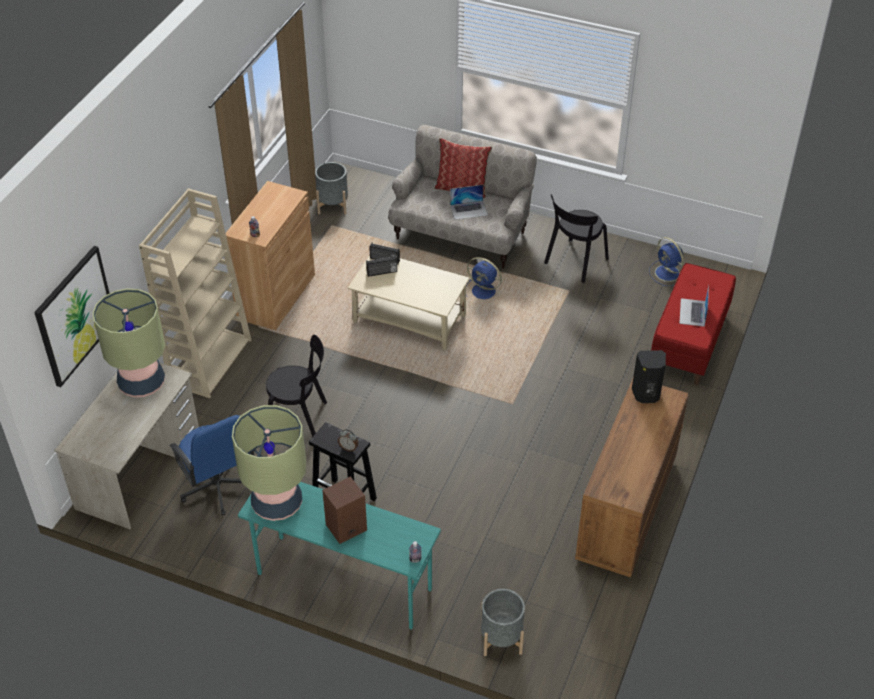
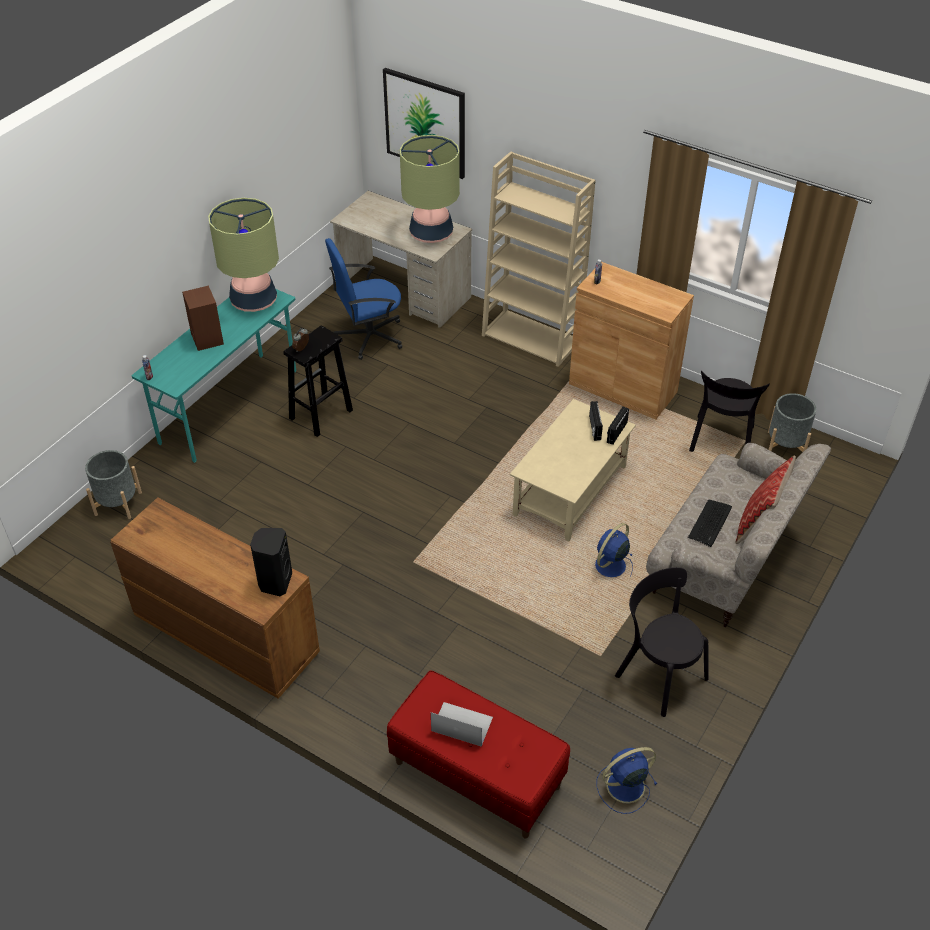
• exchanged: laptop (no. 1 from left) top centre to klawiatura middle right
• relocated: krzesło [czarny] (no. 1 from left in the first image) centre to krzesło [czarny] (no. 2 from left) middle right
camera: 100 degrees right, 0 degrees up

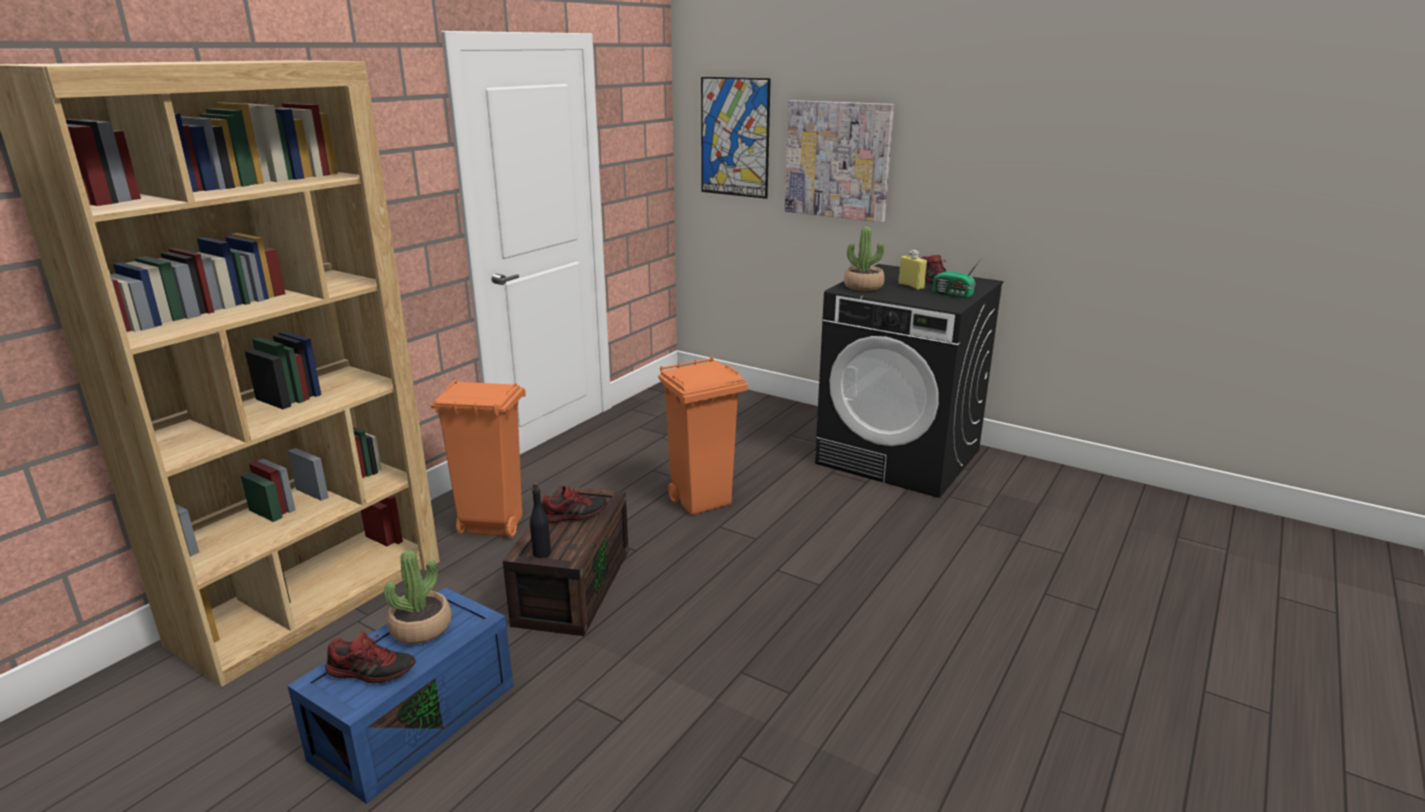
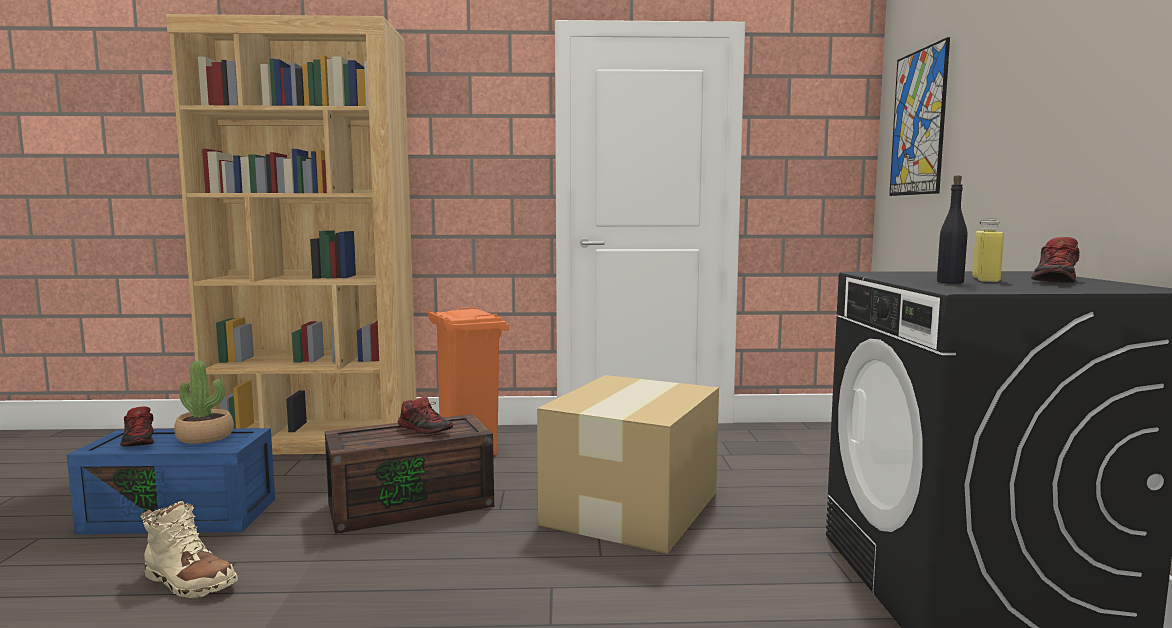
• appeared: but z cholewką [beżowy] bottom left
• exchanged: kosz na śmieci [pomarańczowy] (no. 2 from left) centre to karton bottom centre
• relocated: butelka [czarny] centre to middle right
• missing: obraz (no. 2 from left) top centre
• missing: roślina doniczkowa (no. 2 from left) top centre
• missing: radio middle right
camera: 55 degrees right, 15 degrees down

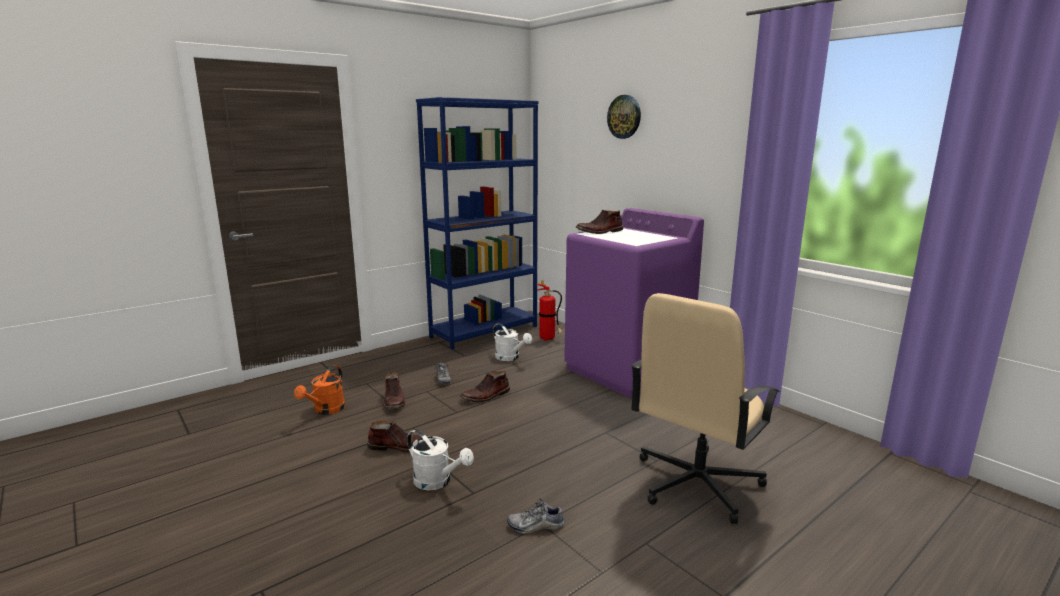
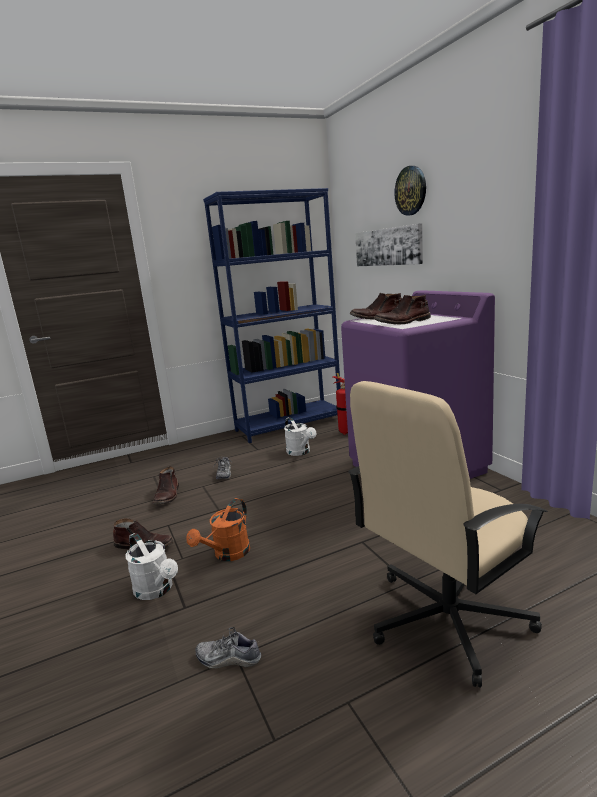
• relocated: konewka [pomarańczowy] middle left to centre
• appeared: obraz top centre
• relocated: but z cholewką [brązowy] (no. 3 from left in the first image) centre to but z cholewką [brązowy] (no. 4 from left) middle right
camera: 15 degrees right, 0 degrees up

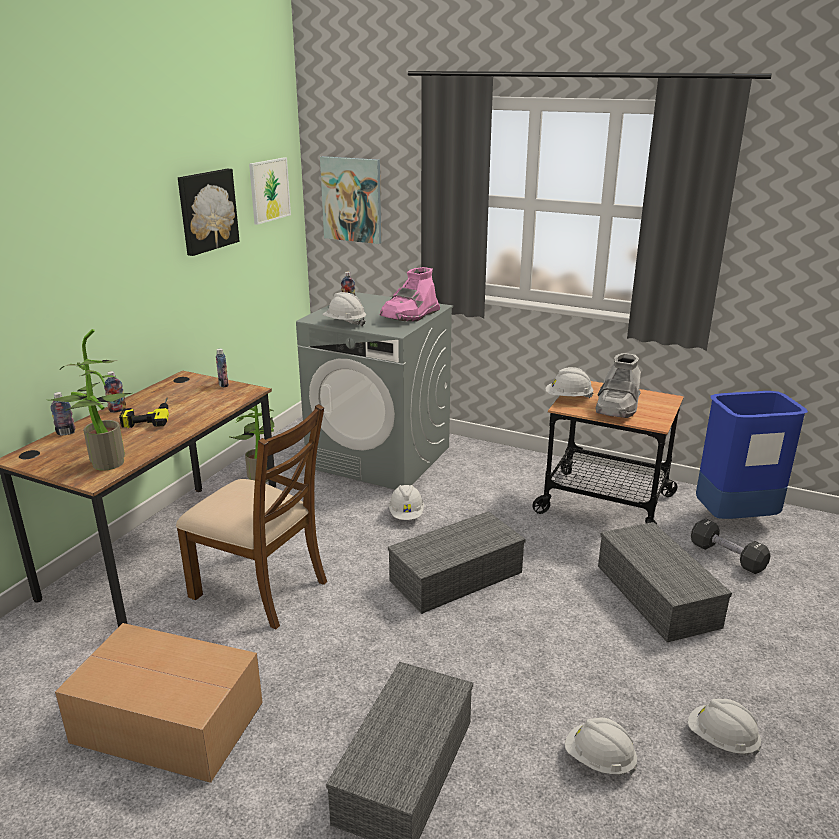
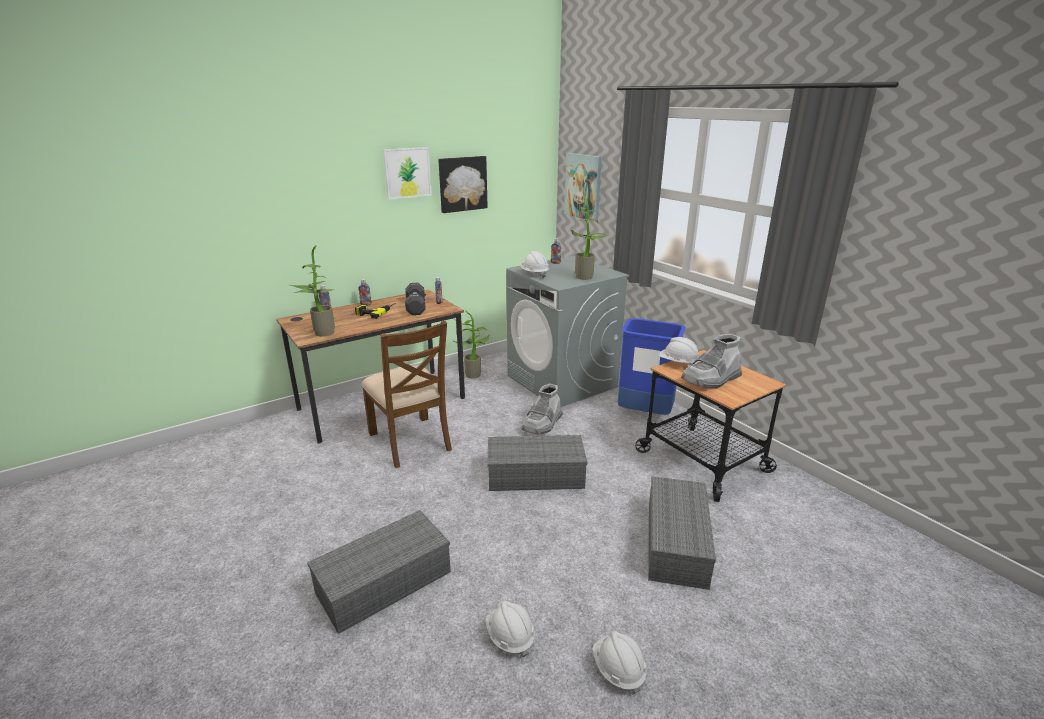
• relocated: obraz (no. 2 from left in the first image) top left to obraz (no. 1 from left) top centre
• relocated: hantel [czarny] middle right to centre
• exchanged: kask [biały] (no. 2 from left) centre to but z cholewką [szary] (no. 1 from left) centre
• exchanged: but z cholewką [różowy] centre to roślina doniczkowa (no. 3 from left) top centre
• relocated: kosz na śmieci [niebieski] middle right to centre
• missing: karton bottom left
camera: 30 degrees right, 0 degrees up

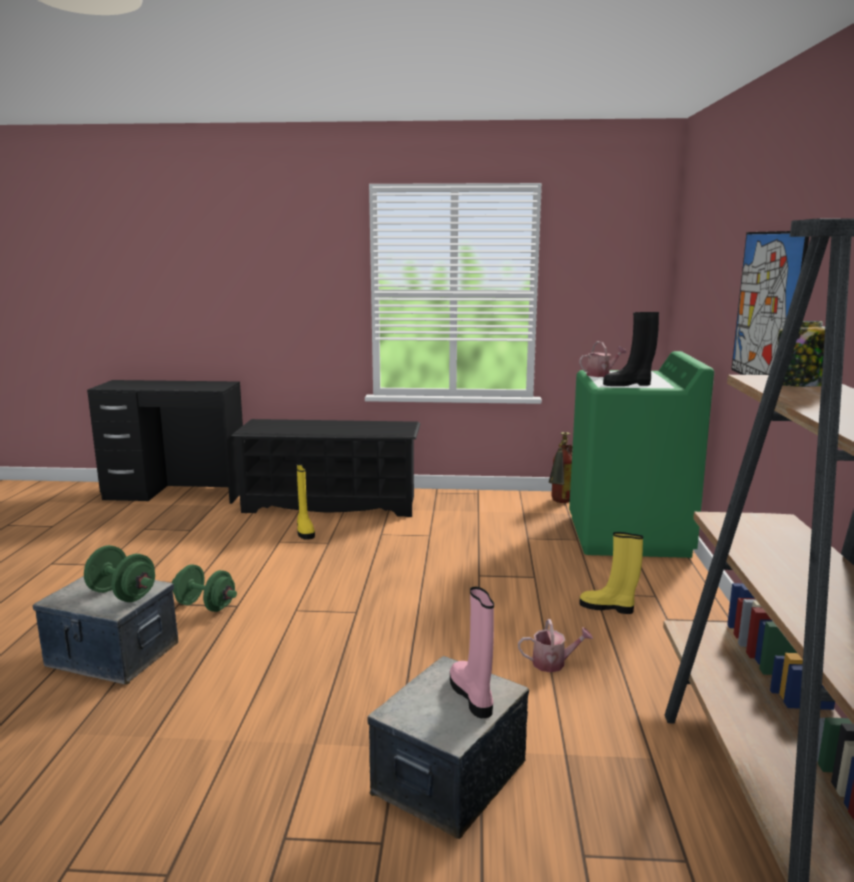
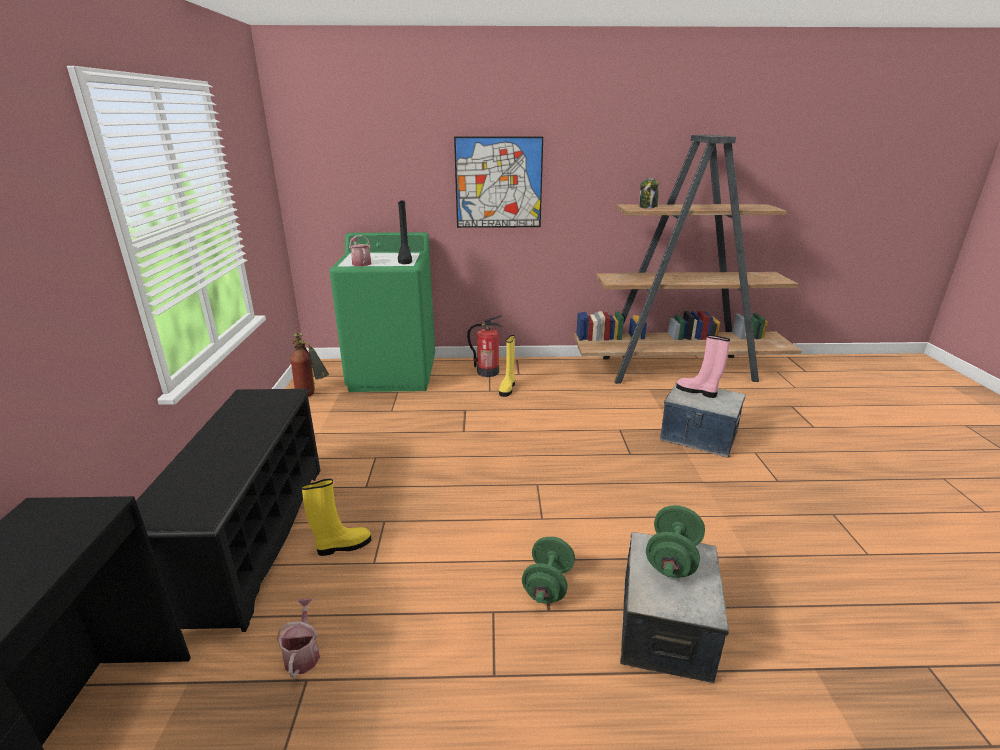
• relocated: konewka (no. 1 from left) bottom centre to bottom left
• appeared: gaśnica (no. 2 from left) centre
• spun: but z cholewką [różowy] bottom centre = middle right 60 degrees clockwise
camera: 95 degrees left, 10 degrees up

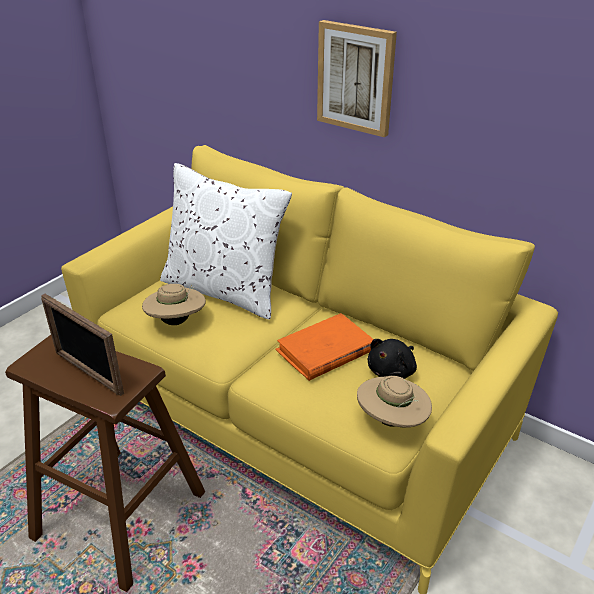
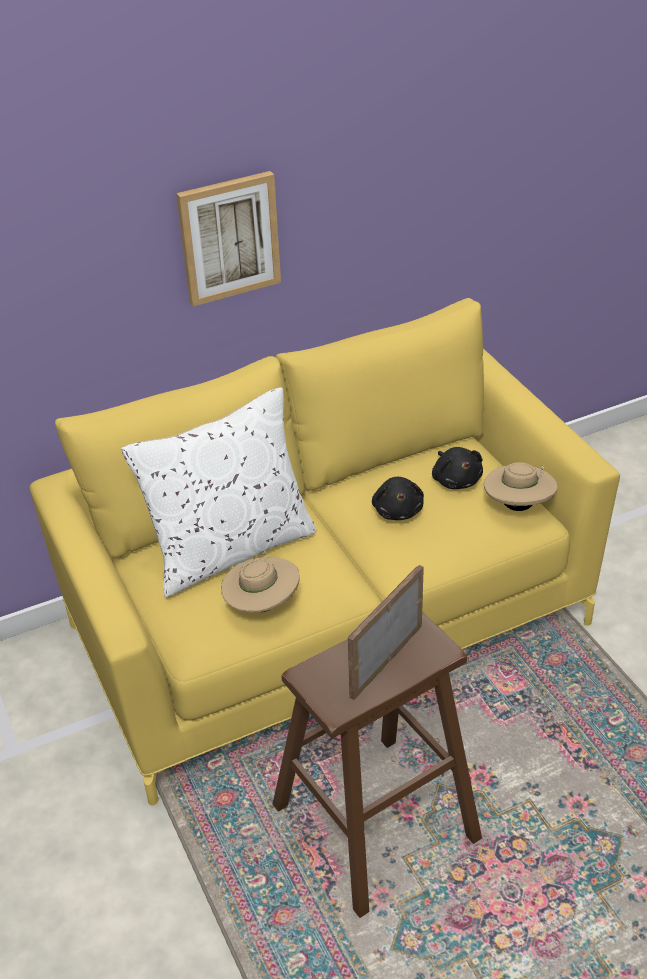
• spun: ramka na zdjęcie middle left = centre 150 degrees clockwise
• exchanged: książka [pomarańczowy] centre to pluszak [czarny] (no. 1 from left) centre
camera: 60 degrees left, 5 degrees up

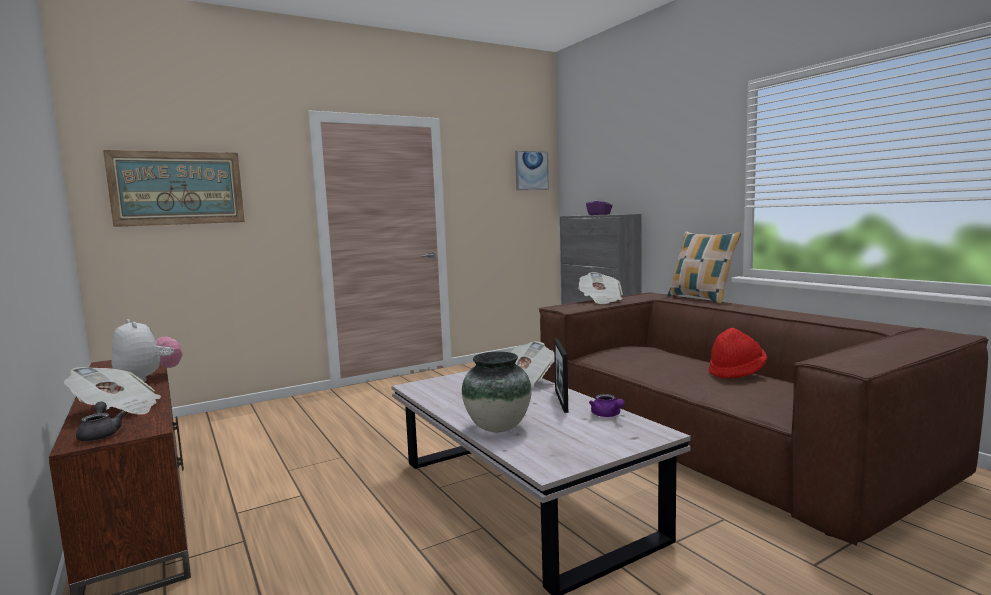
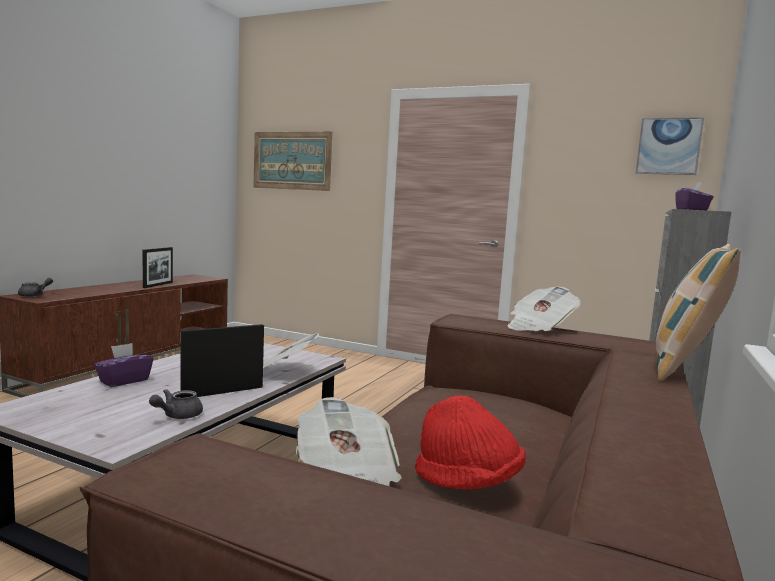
• exchanged: wazon centre to pudełko chusteczek [fioletowy] (no. 1 from left) middle left
• exchanged: pluszak middle left to ramka na zdjęcie (no. 1 from left) middle left
• colour: imbryk [fioletowy] bottom centre to imbryk [szary] (no. 2 from left) bottom left
• relocated: gazeta (no. 1 from left in the first image) middle left to gazeta (no. 2 from left) bottom centre
camera: 55 degrees right, 0 degrees up

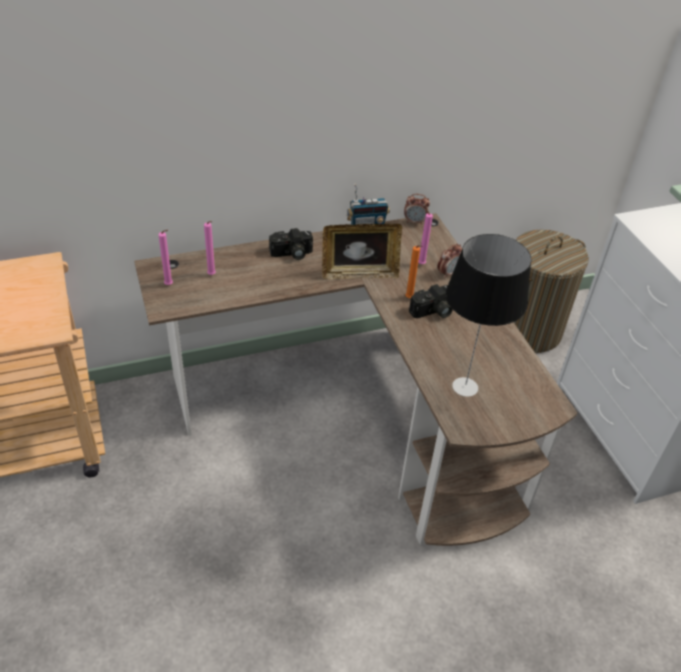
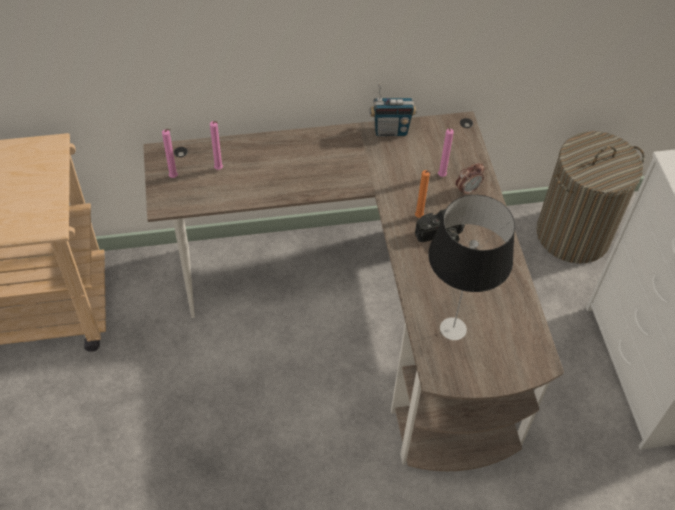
• missing: aparat fotograficzny (no. 1 from left) centre
• missing: ramka na zdjęcie centre
• missing: budzik (no. 1 from left) top centre
camera: 10 degrees right, 10 degrees up

